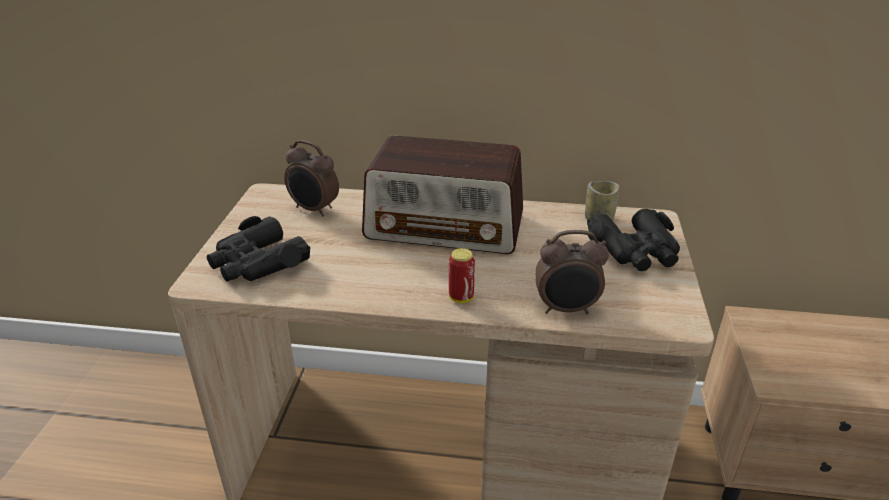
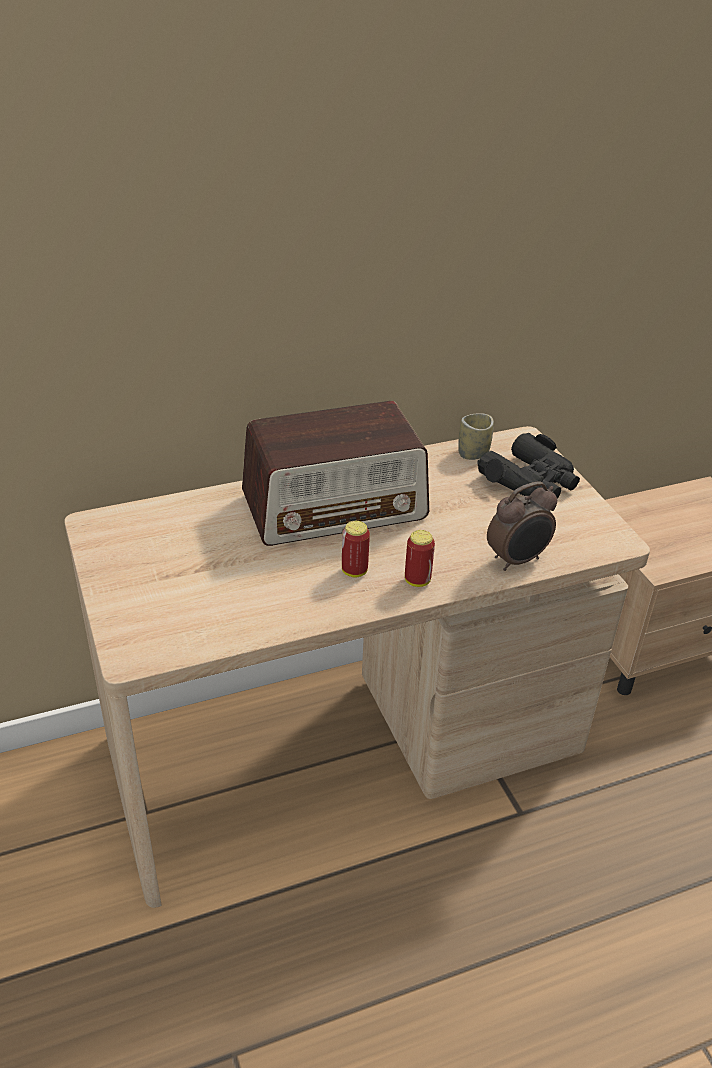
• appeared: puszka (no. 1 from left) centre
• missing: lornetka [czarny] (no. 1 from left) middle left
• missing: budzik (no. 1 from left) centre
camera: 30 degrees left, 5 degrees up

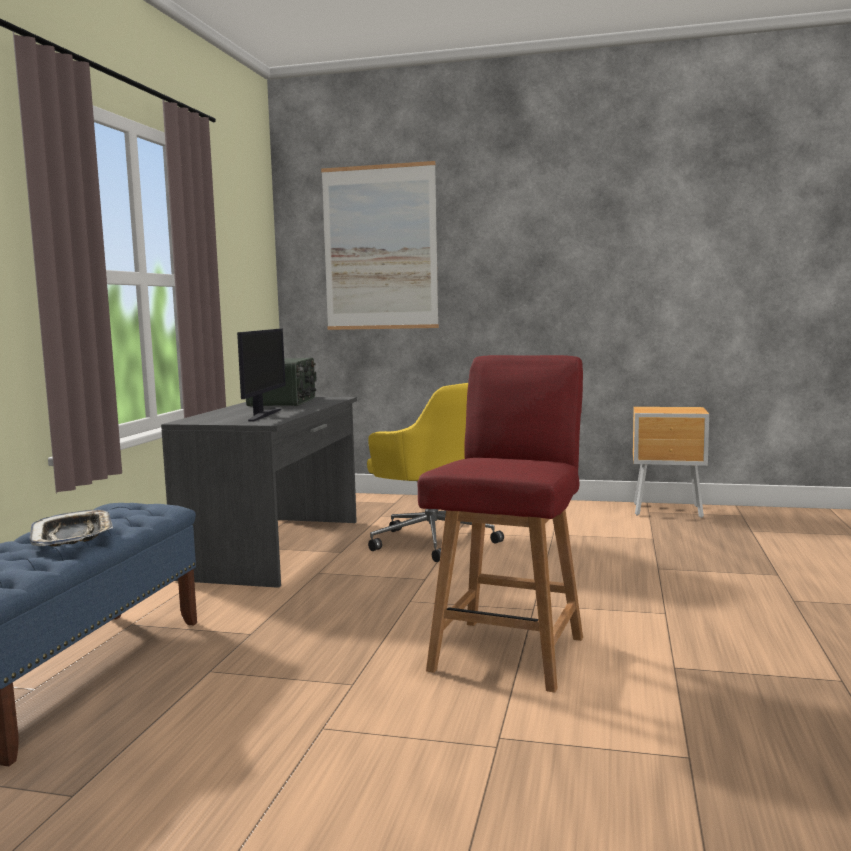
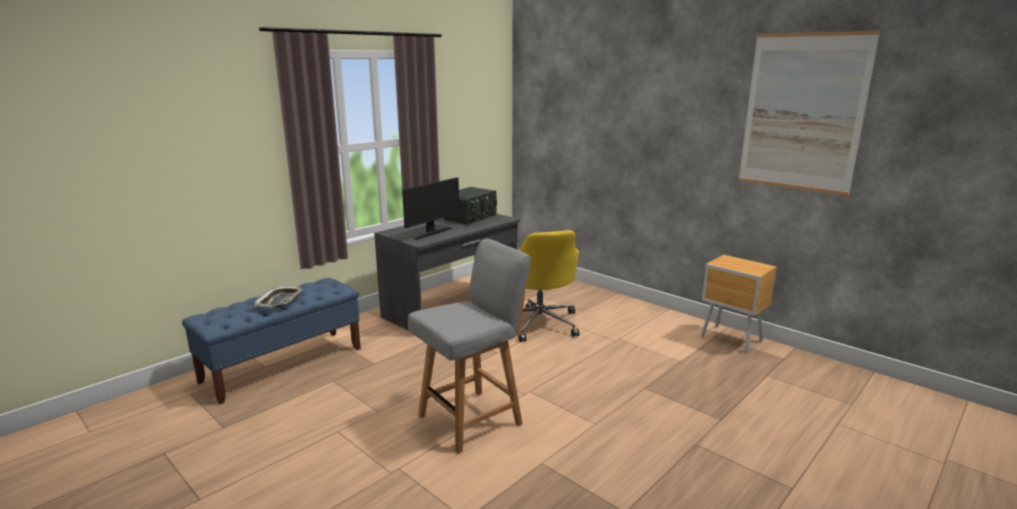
• colour: krzesło [czerwony] centre to krzesło [szary] bottom centre
• relocated: obraz top centre to top right
camera: 30 degrees right, 10 degrees up

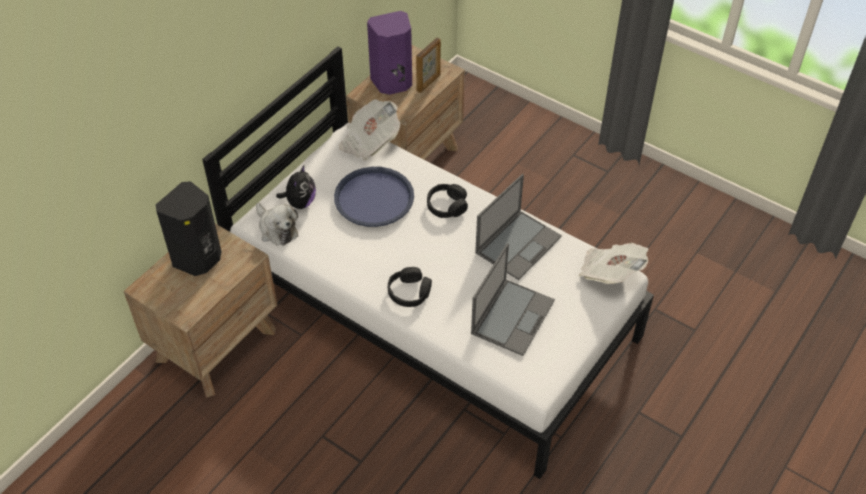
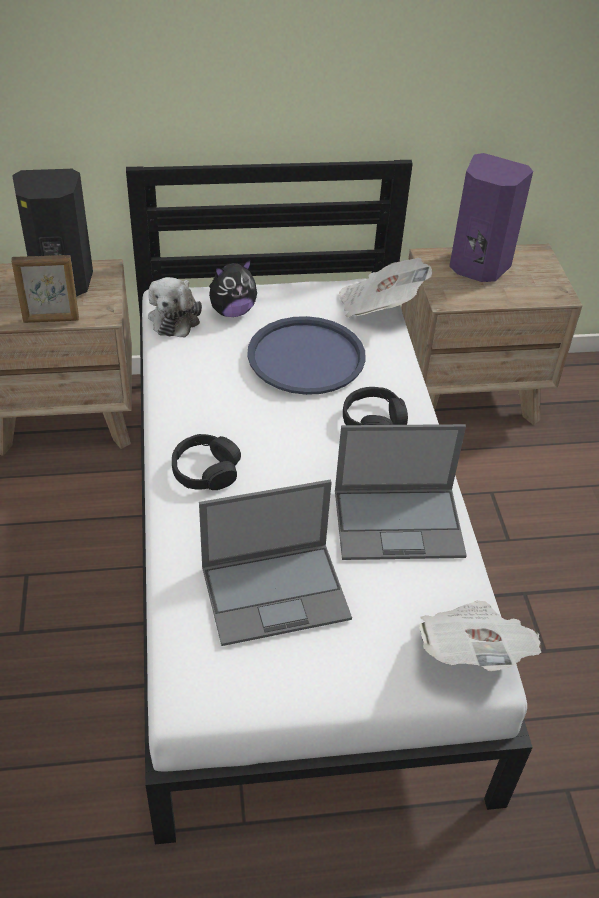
• relocated: ramka na zdjęcie top centre to top left
camera: 45 degrees right, 5 degrees down

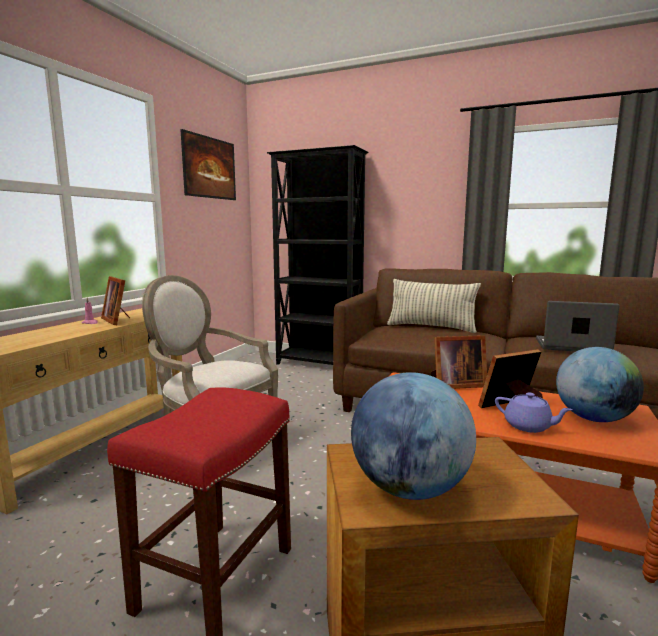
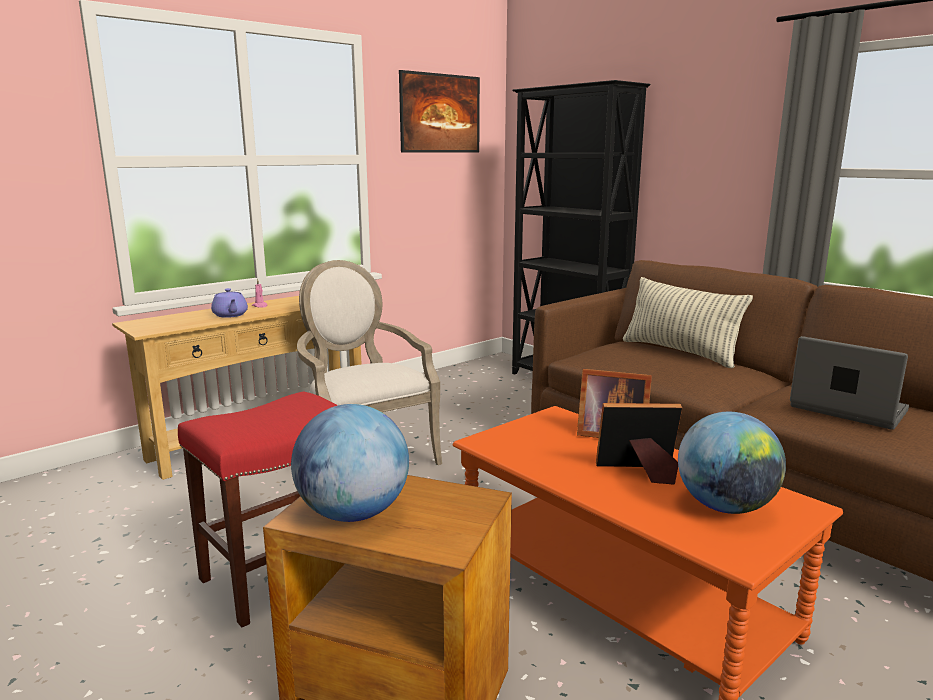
• relocated: imbryk [fioletowy] middle right to middle left
• missing: ramka na zdjęcie (no. 1 from left) middle left
camera: 25 degrees right, 5 degrees up

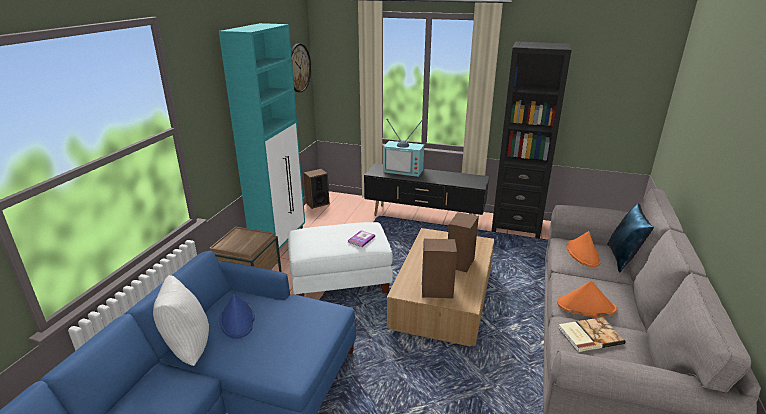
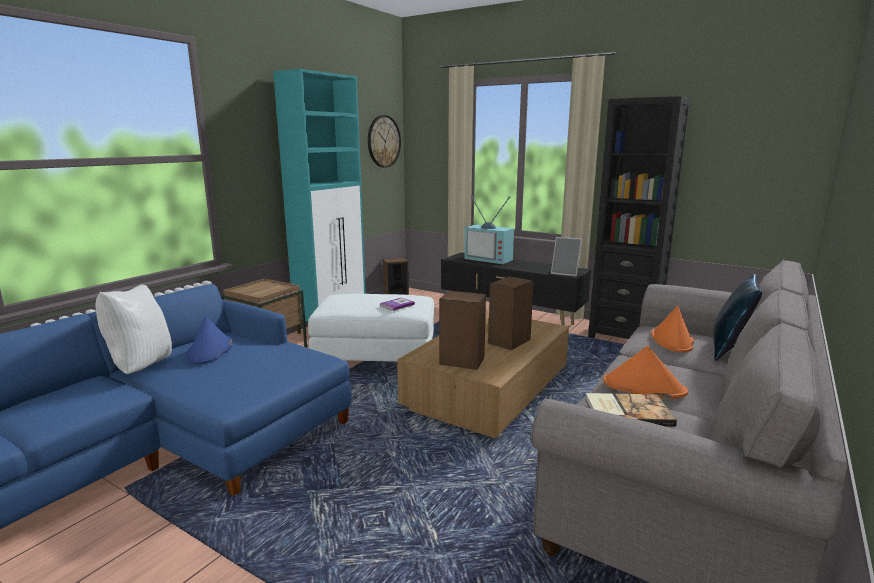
• appeared: ramka na zdjęcie centre
camera: 15 degrees right, 10 degrees down

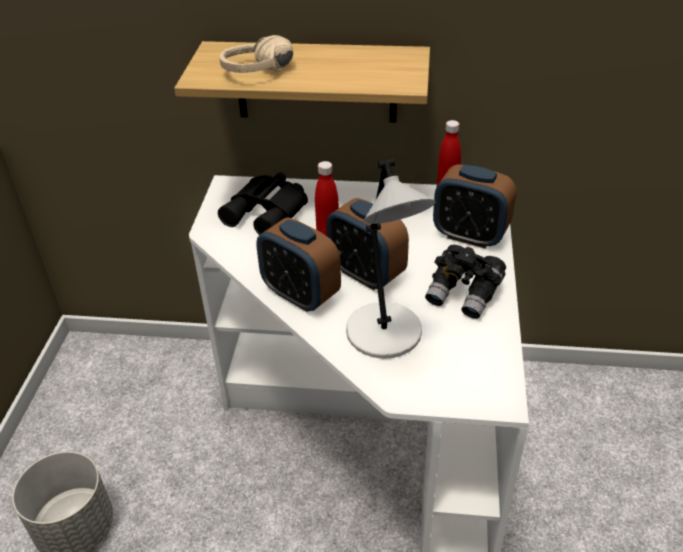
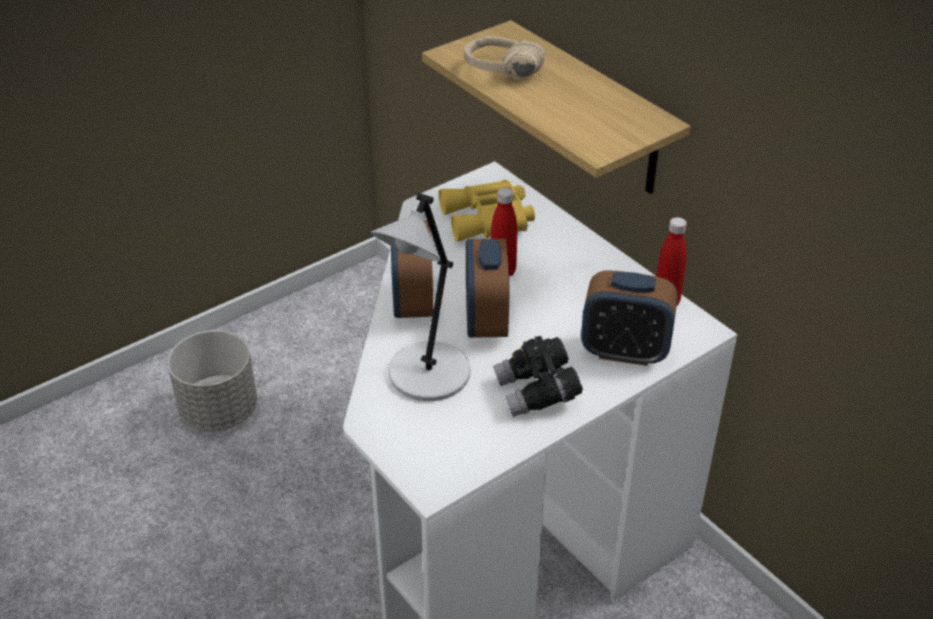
• colour: lornetka [czarny] (no. 1 from left) centre to lornetka [żółty] centre
• spun: budzik (no. 3 from left) middle right = middle right 60 degrees counterclockwise
camera: 45 degrees right, 0 degrees up

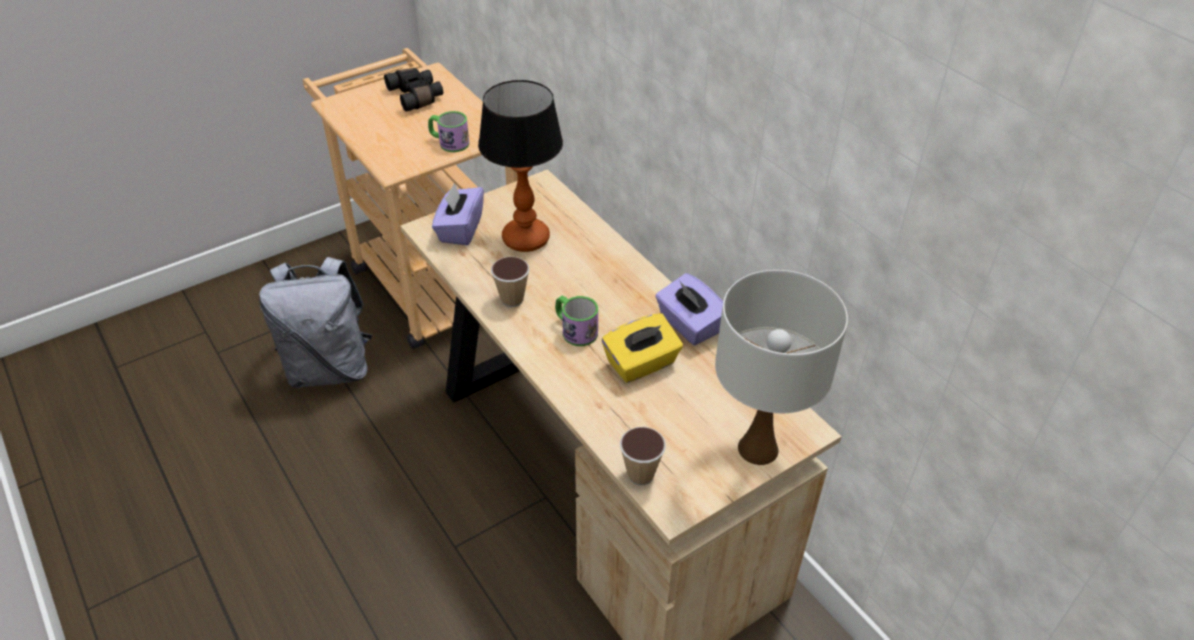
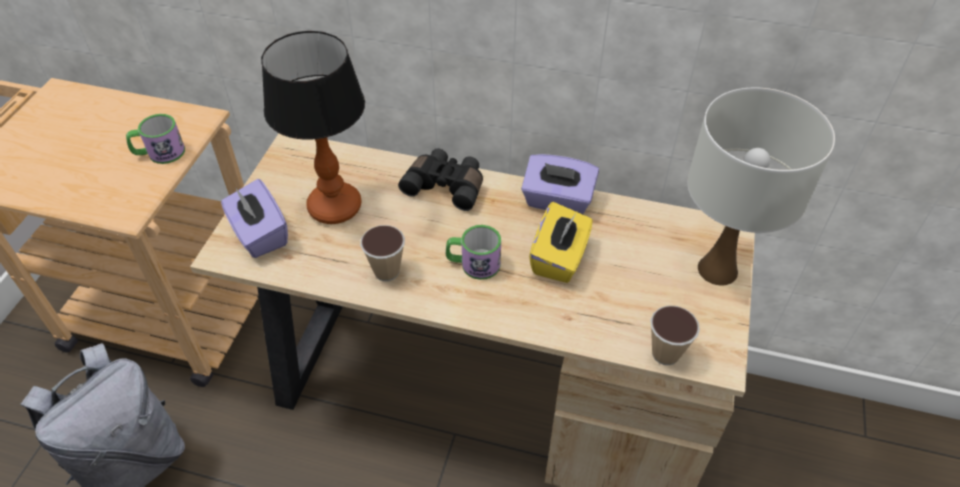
• relocated: lornetka [czarny] top centre to centre
camera: 40 degrees left, 5 degrees up

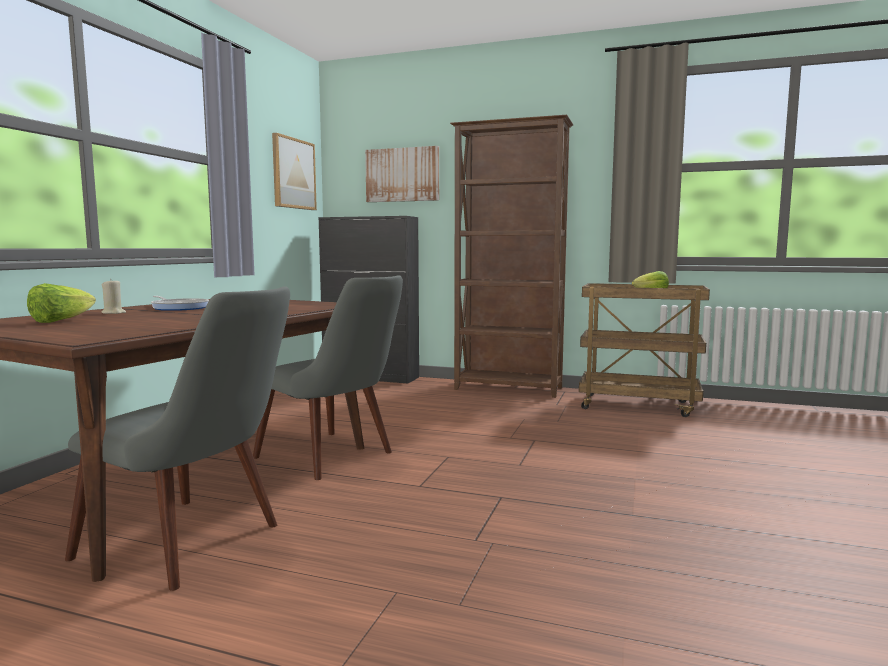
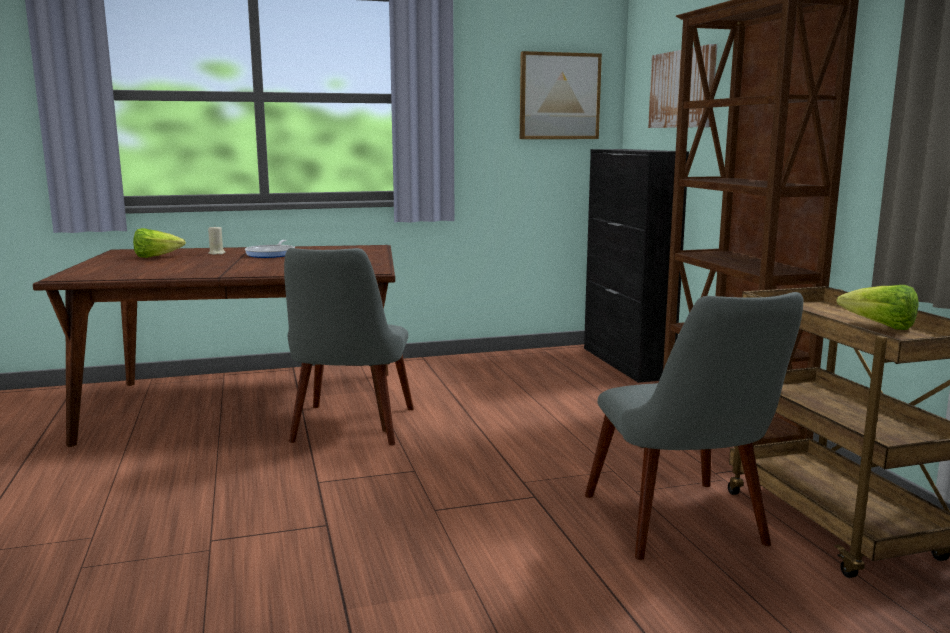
• relocated: krzesło [szary] (no. 1 from left in the first image) middle left to krzesło [szary] (no. 2 from left) bottom right
camera: 55 degrees right, 5 degrees up

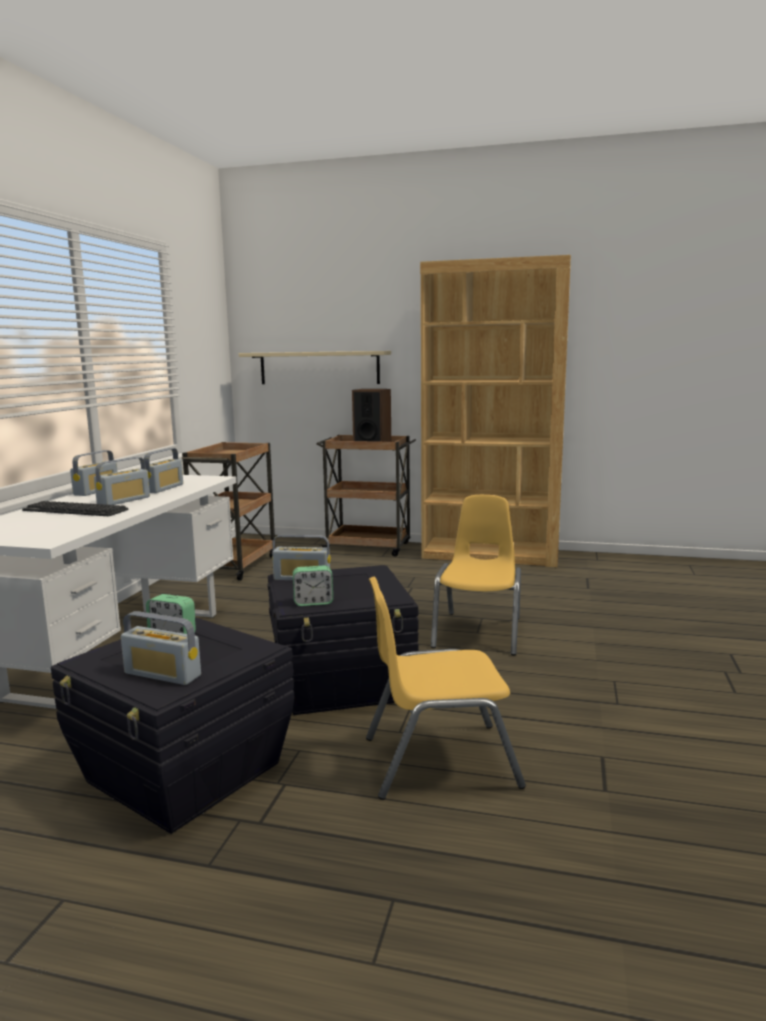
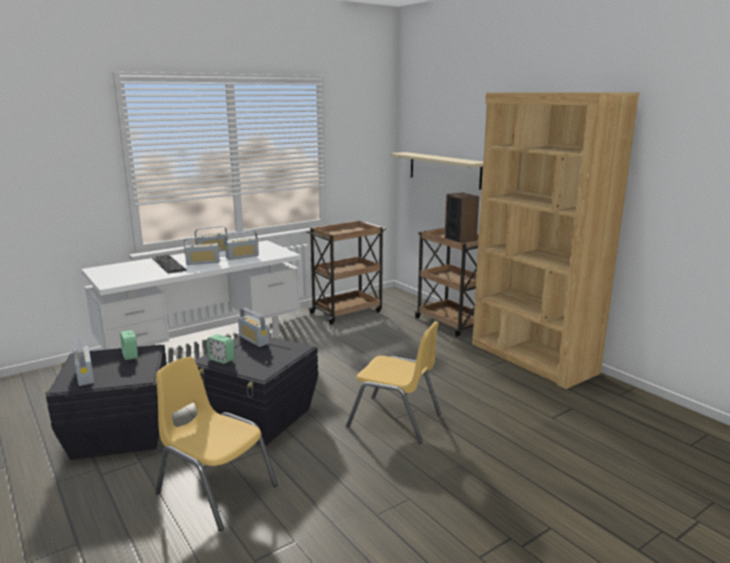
• spun: krzesło [żółty] (no. 2 from left) centre = bottom centre 60 degrees clockwise
camera: 40 degrees right, 5 degrees up

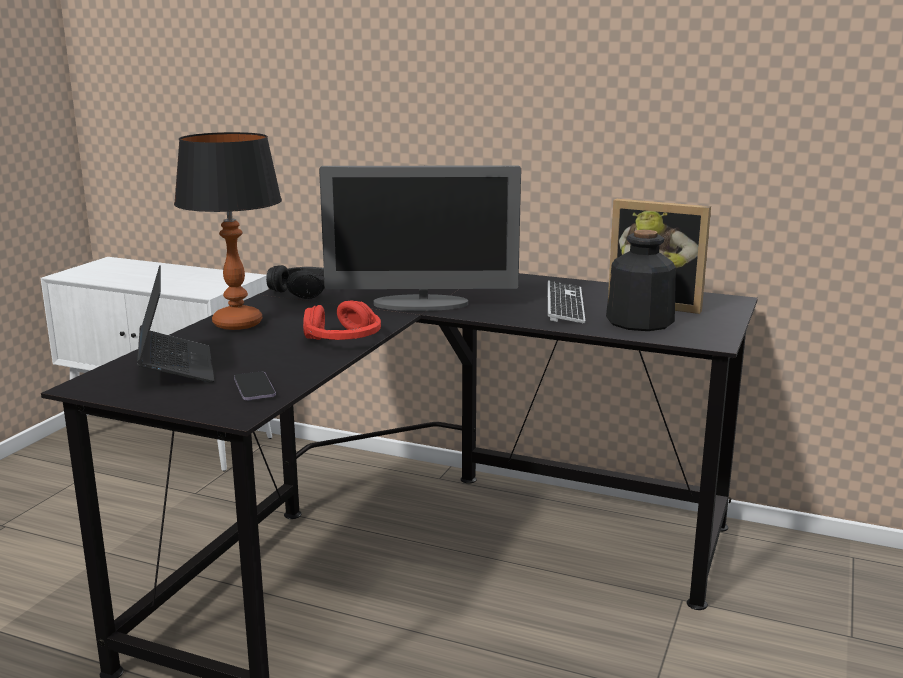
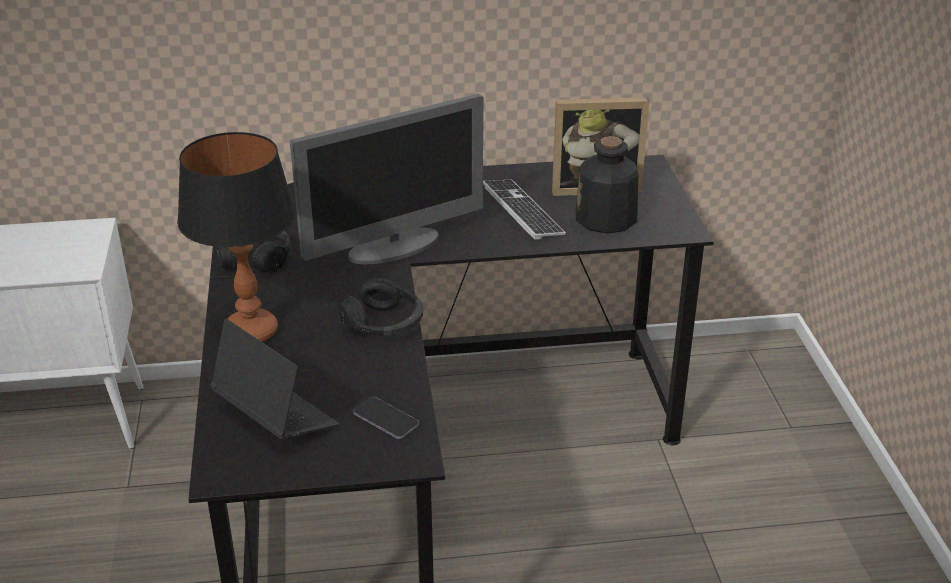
• colour: słuchawki [czerwony] centre to słuchawki [czarny] (no. 2 from left) centre
camera: 30 degrees left, 15 degrees up

